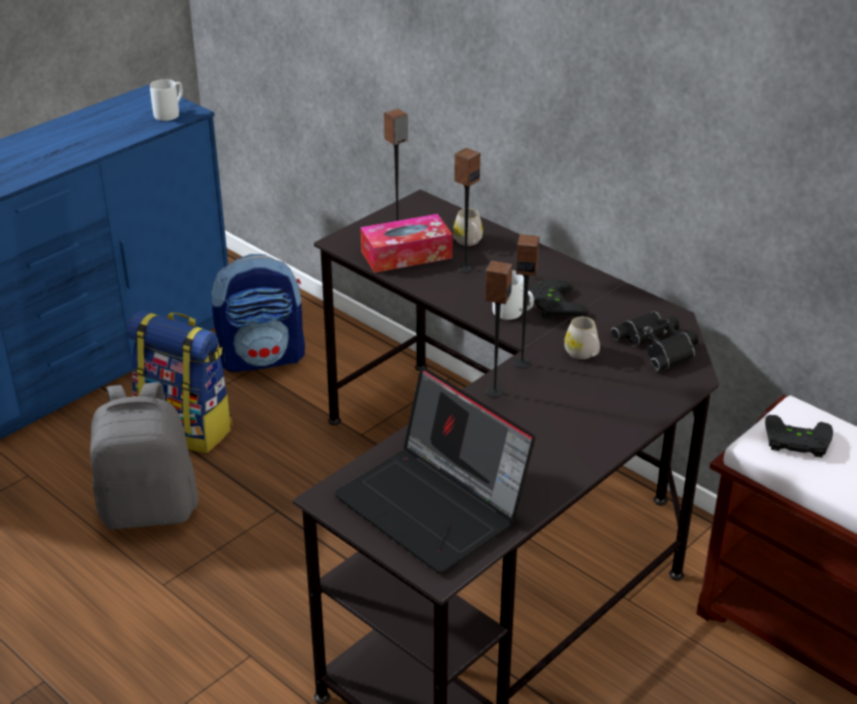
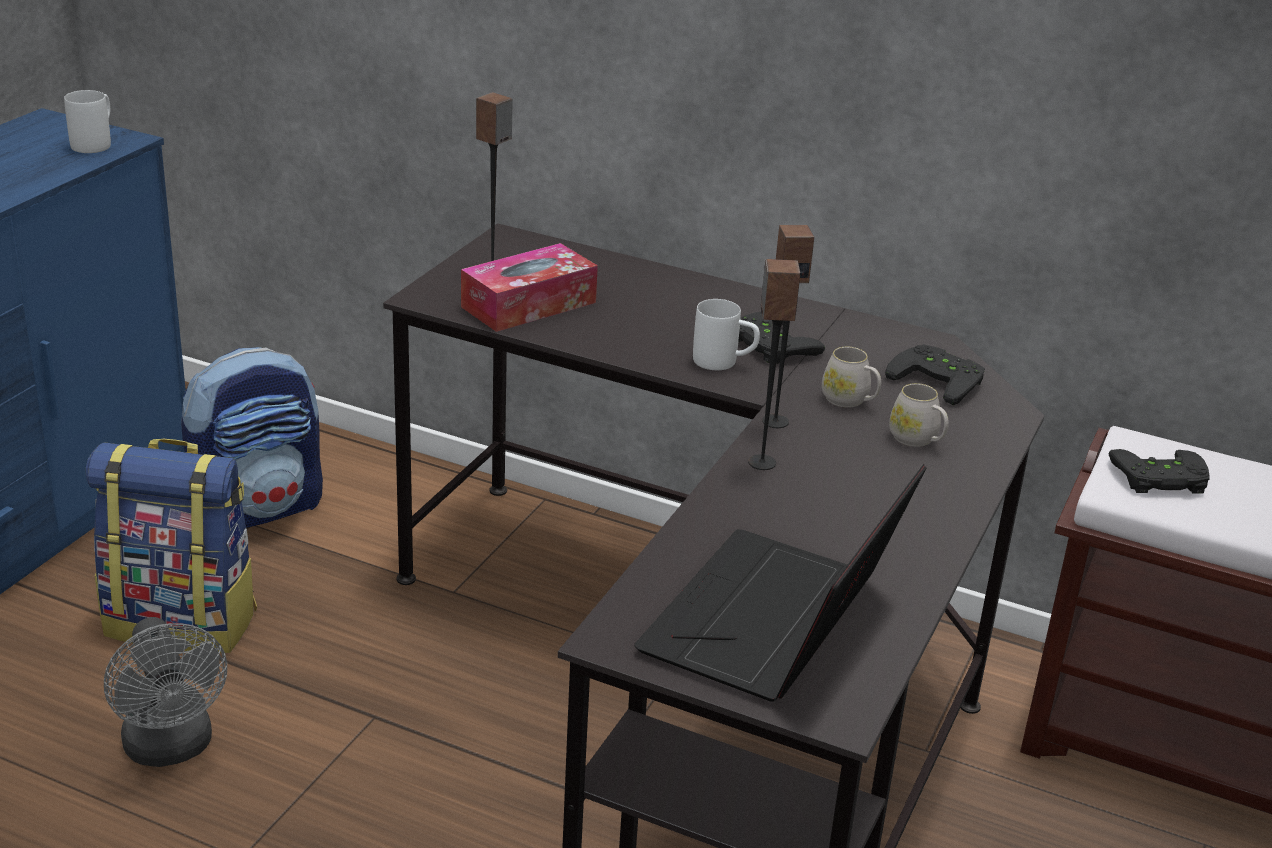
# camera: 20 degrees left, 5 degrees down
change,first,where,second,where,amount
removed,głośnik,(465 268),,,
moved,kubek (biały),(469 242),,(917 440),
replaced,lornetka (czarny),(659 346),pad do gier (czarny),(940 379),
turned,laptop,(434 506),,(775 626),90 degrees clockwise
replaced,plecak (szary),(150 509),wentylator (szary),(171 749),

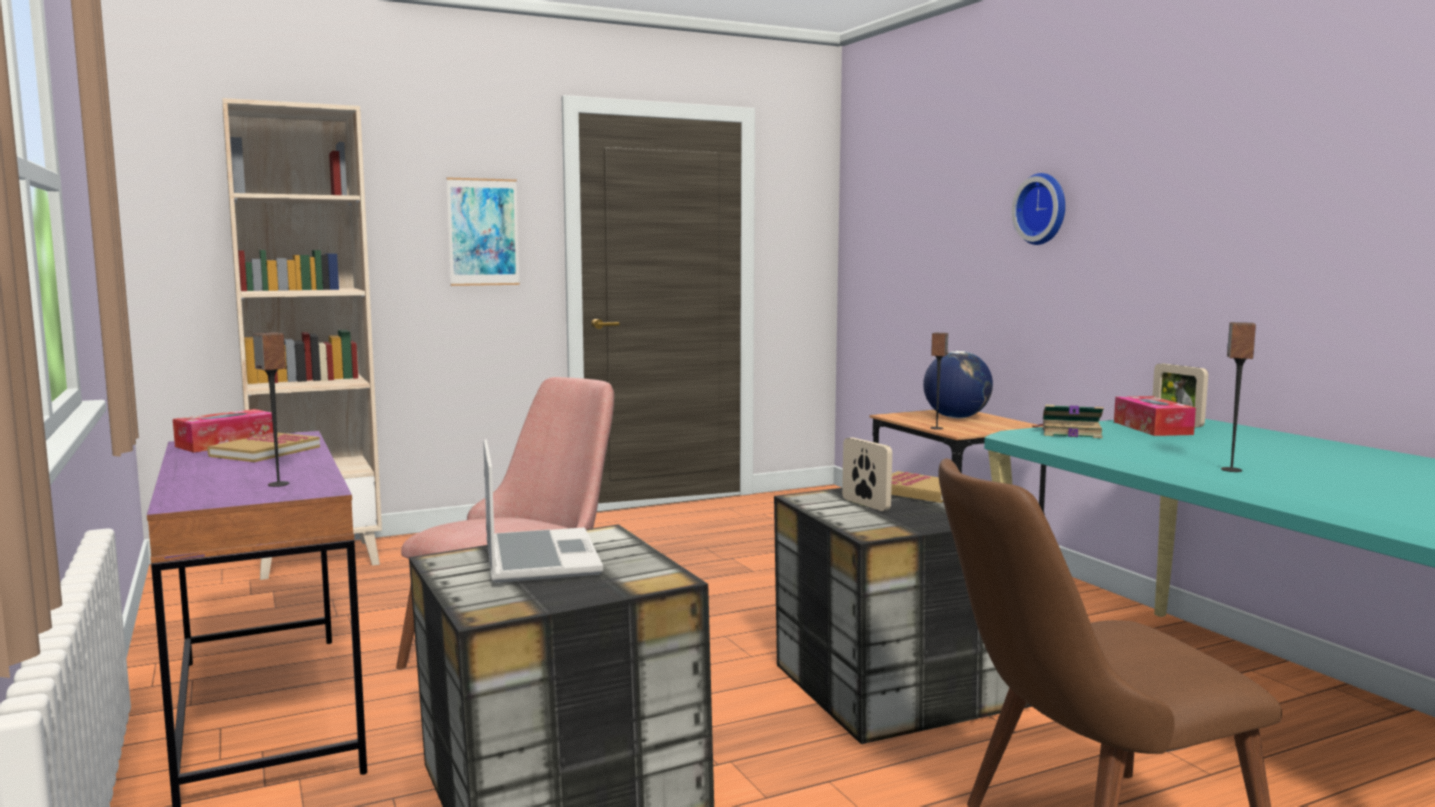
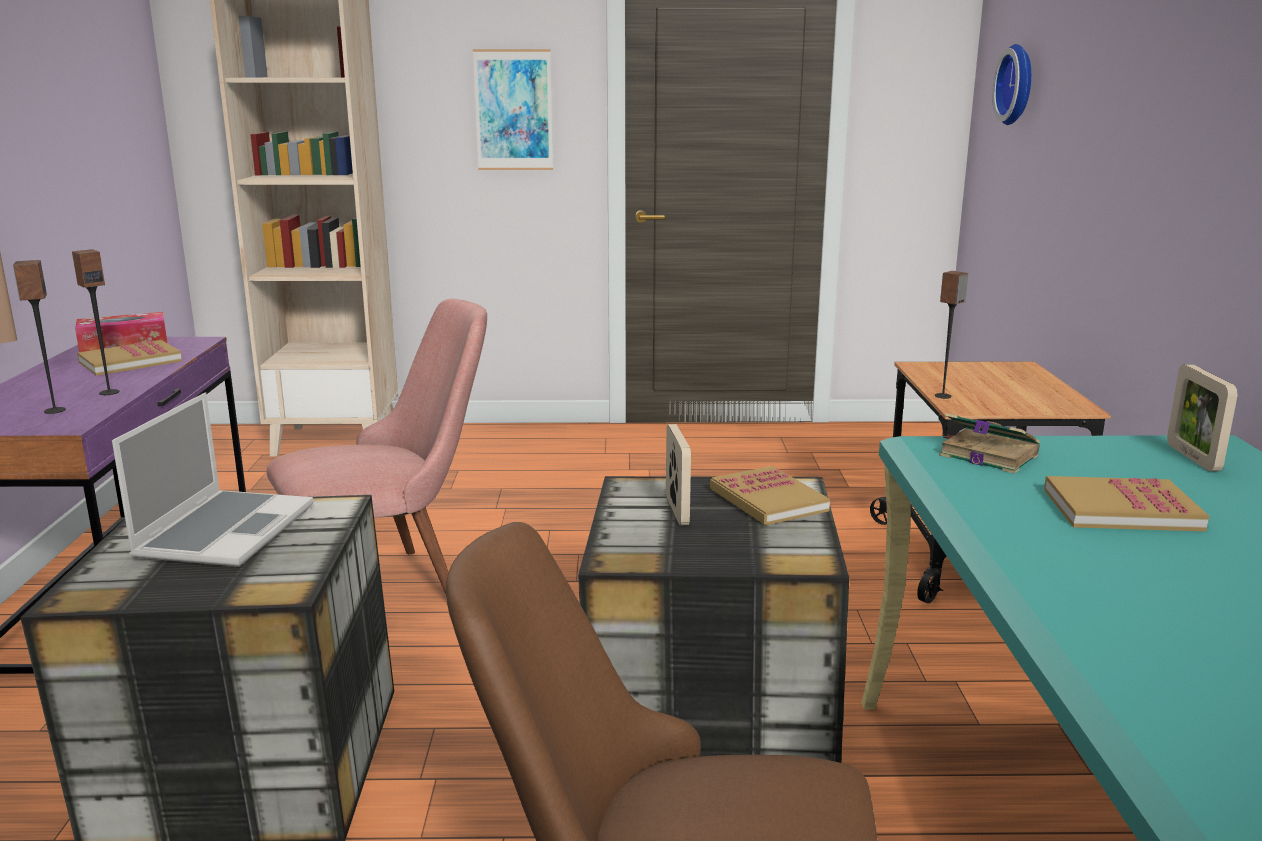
# camera: 25 degrees right, 10 degrees up
change,first,where,second,where,amount
moved,zegar ścienny,(1043 209),,(1019 85),
moved,głośnik,(1230 470),,(109 392),
removed,globus,(956 417),,,
removed,pudełko chusteczek,(1152 428),,,
added,,,książka,(1121 509),

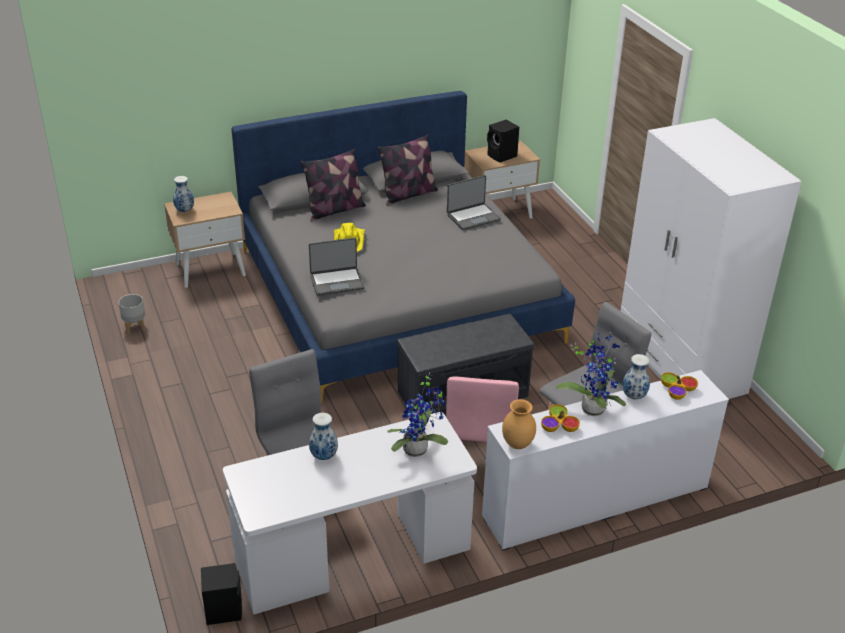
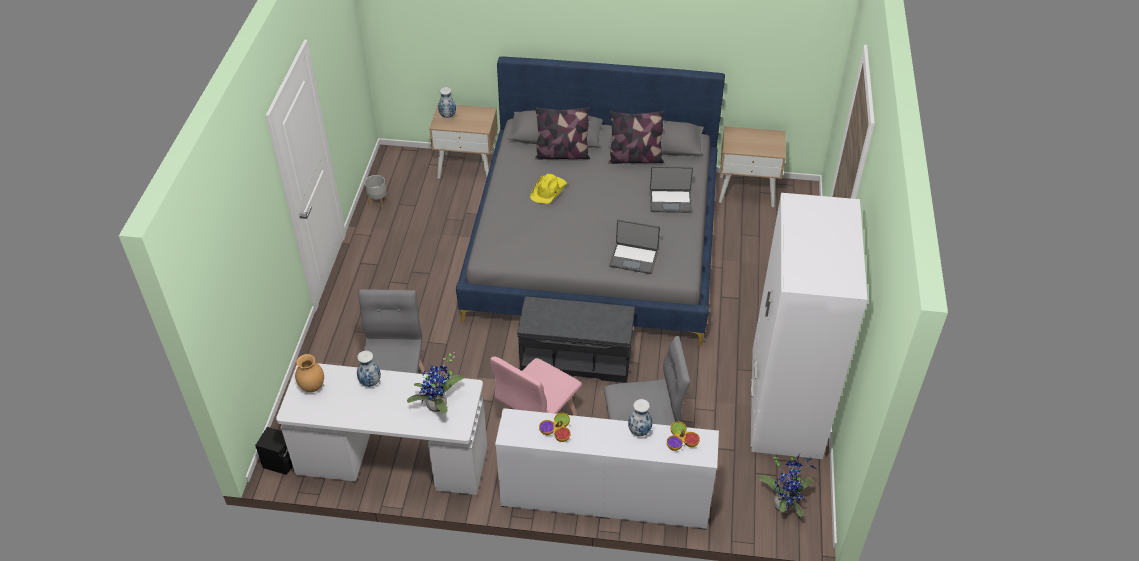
# camera: 30 degrees right, 10 degrees up
change,first,where,second,where,amount
removed,głośnik (czarny),(502 156),,,
moved,laptop,(337 282),,(634 258),
moved,roślina doniczkowa,(593 407),,(784 503),
moved,wazon (brązowy),(517 444),,(312 387),

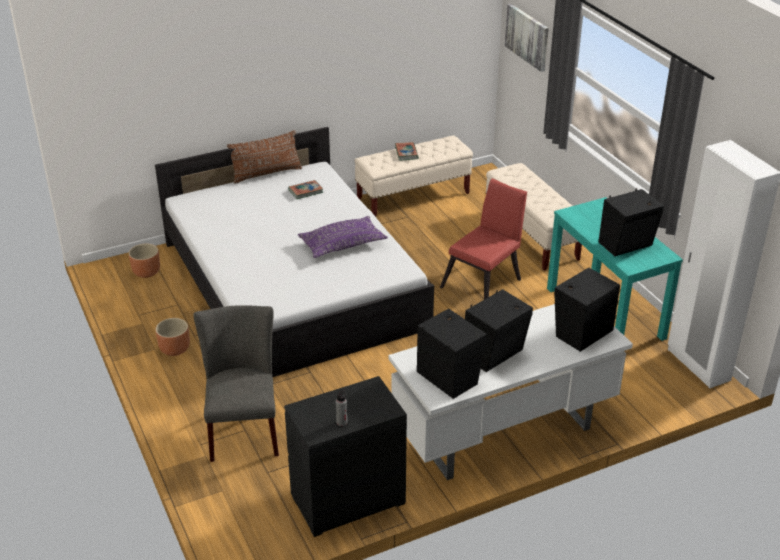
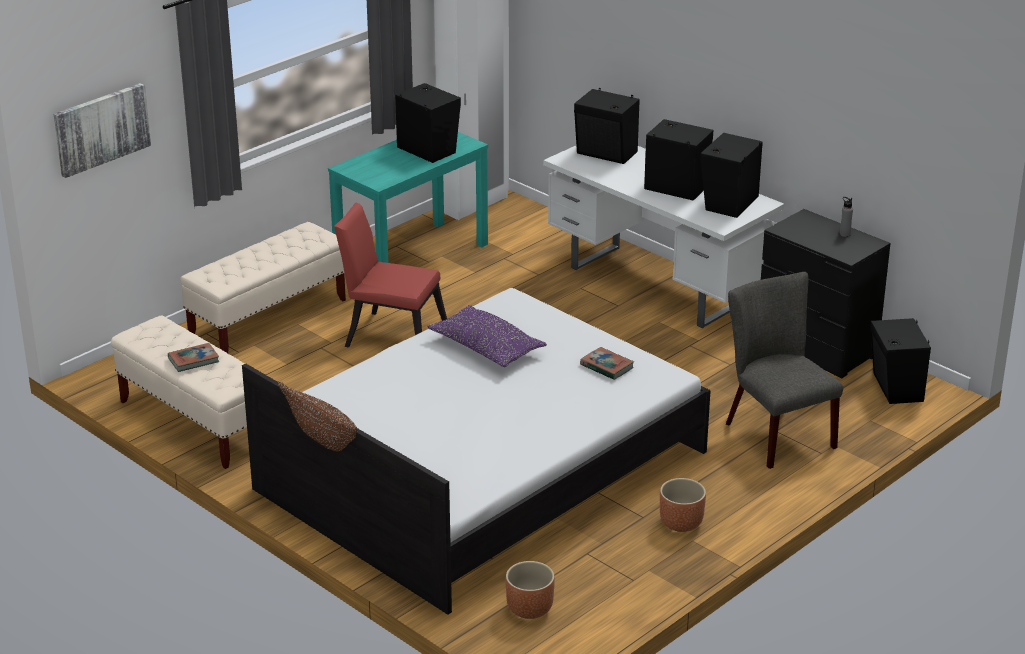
# camera: 110 degrees left, 5 degrees down
change,first,where,second,where,amount
moved,książka,(305 191),,(606 366),
turned,krzesło (szary),(243 428),,(774 432),90 degrees clockwise
added,,,głośnik (czarny),(895 388),

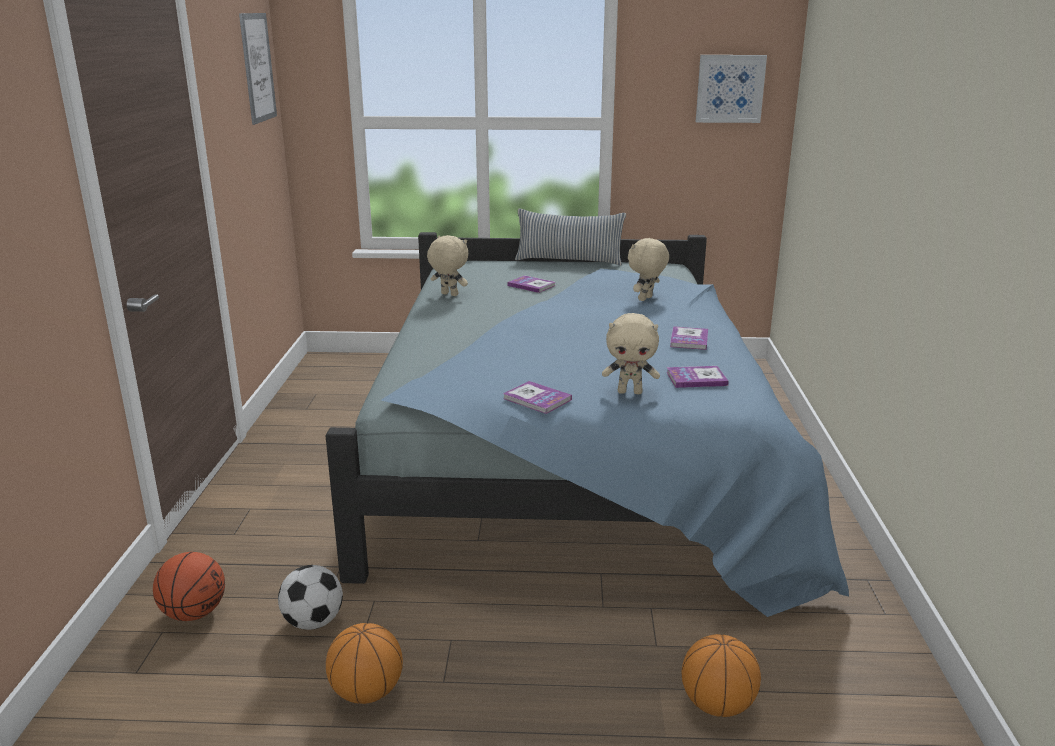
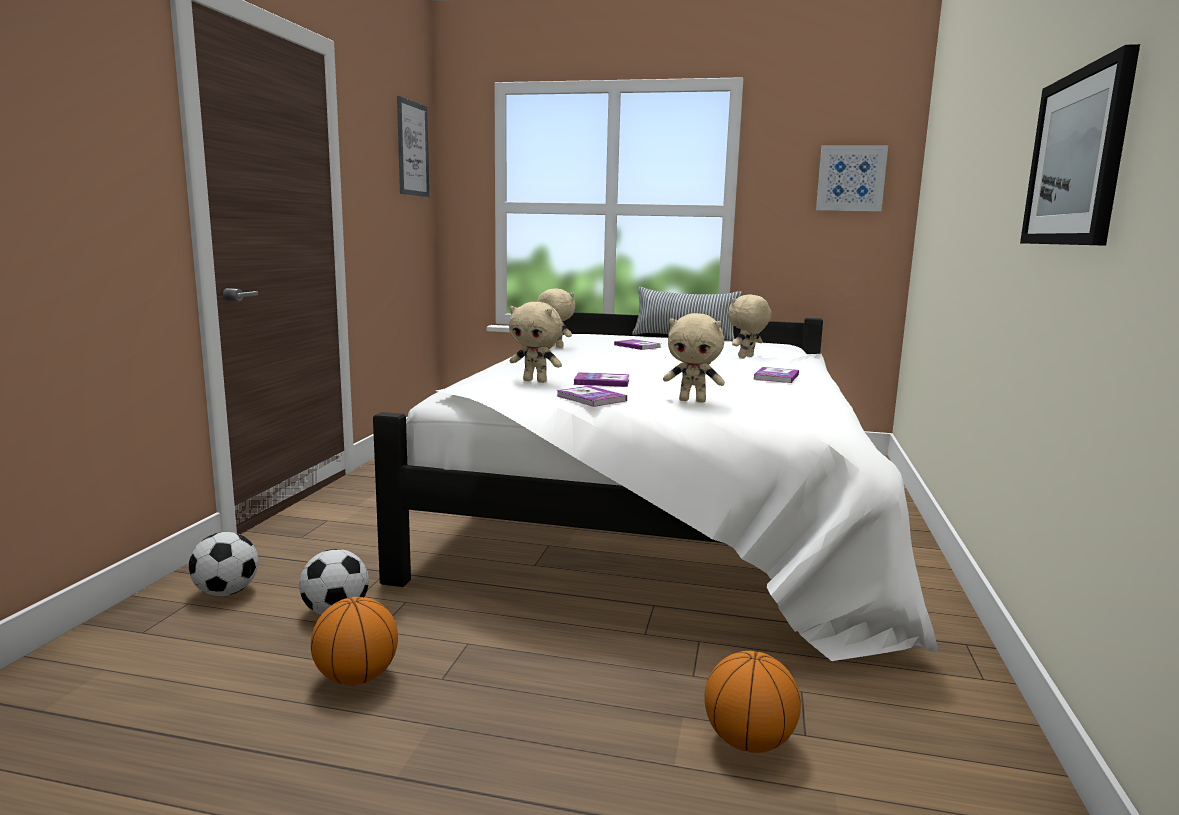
# camera: 10 degrees right, 10 degrees down
change,first,where,second,where,amount
recoloured,łóżko (niebieski),(574 457),łóżko (biały),(661 511),
moved,książka,(696 378),,(602 382),
replaced,piłka do koszykówki,(194 613),piłka futbolowa,(226 592),
added,,,obraz,(1077 159),
added,,,pluszak (beżowy),(536 381),

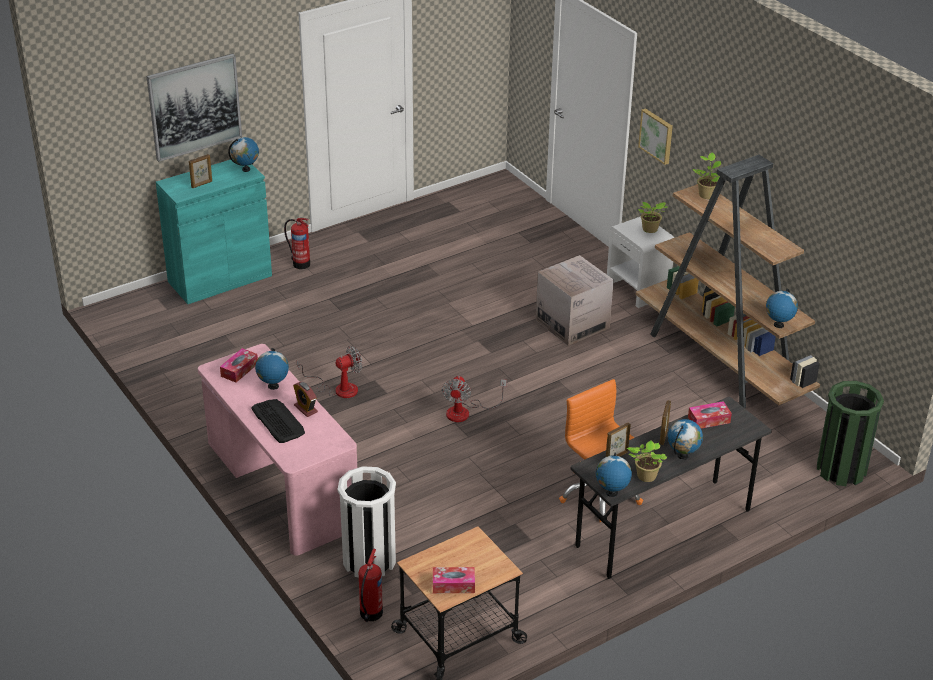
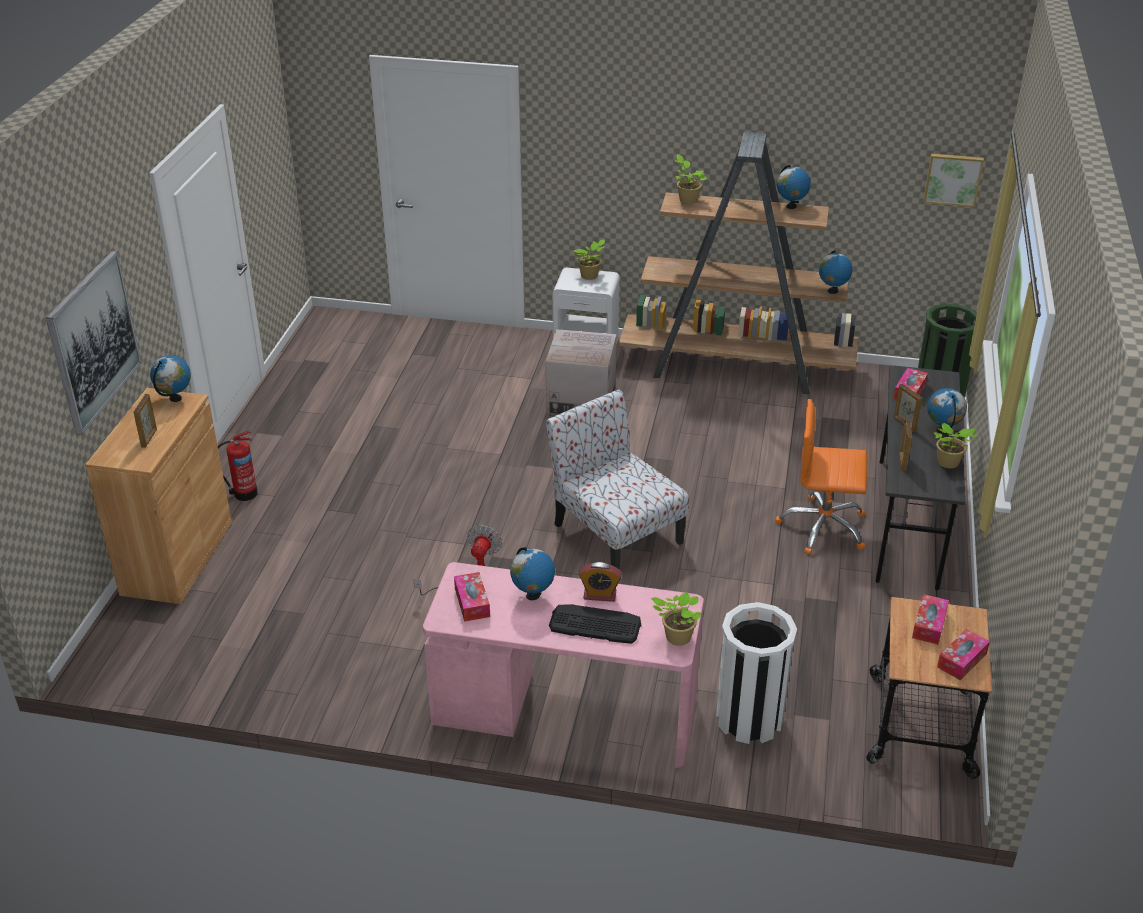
# camera: 45 degrees left, 0 degrees up
change,first,where,second,where,amount
moved,obraz,(657 136),,(953 179),
recoloured,szafka (turkusowy),(220 279),szafka (brązowy),(177 558),
replaced,wentylator,(465 412),krzesło,(615 532),
moved,globus,(611 493),,(791 206),
removed,gaśnica,(370 614),,,
added,,,roślina doniczkowa,(676 638),
added,,,pudełko chusteczek,(929 625),

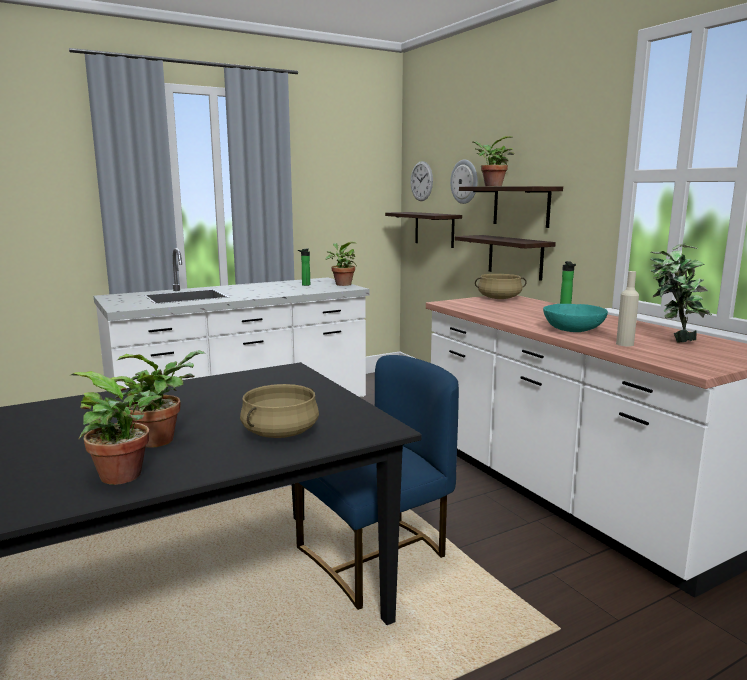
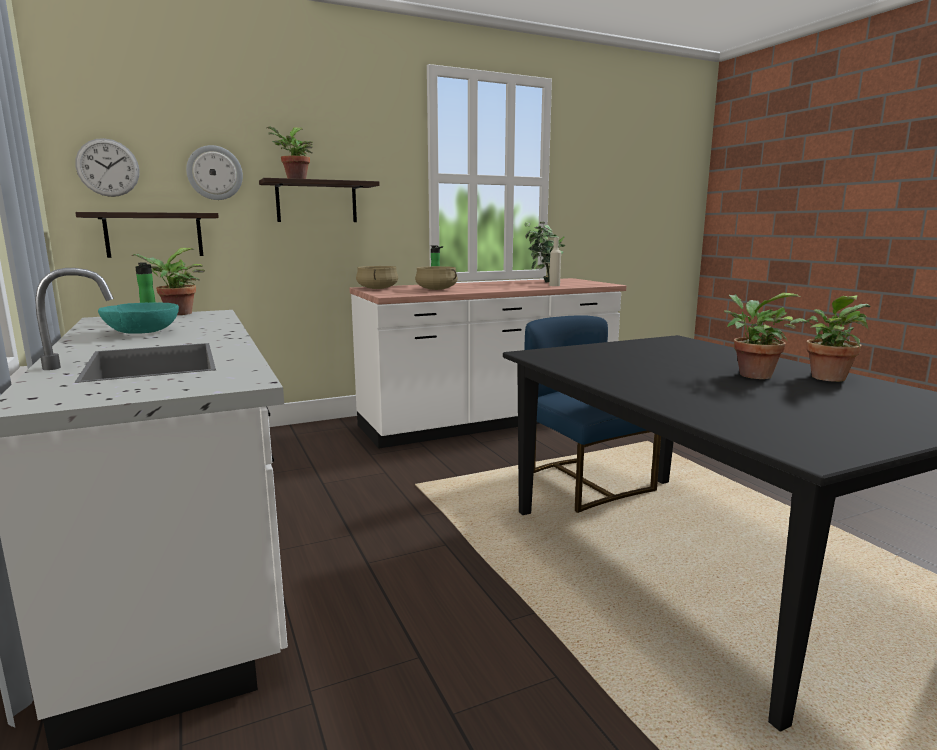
# camera: 85 degrees left, 0 degrees up
change,first,where,second,where,amount
removed,półka,(515 257),,,
moved,miska (turkusowy),(573 330),,(143 332),
moved,garnek (beżowy),(280 433),,(436 289),

